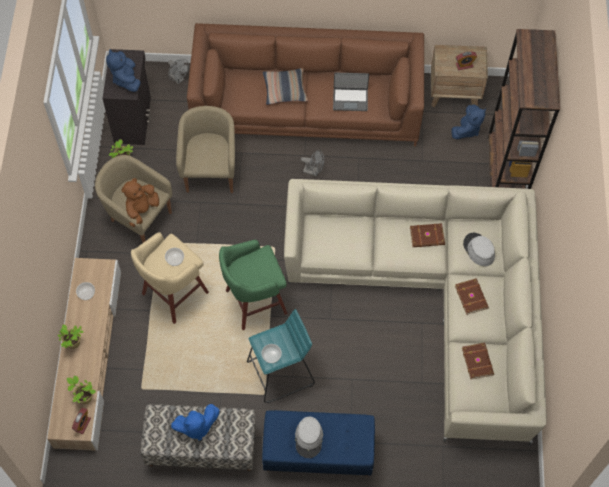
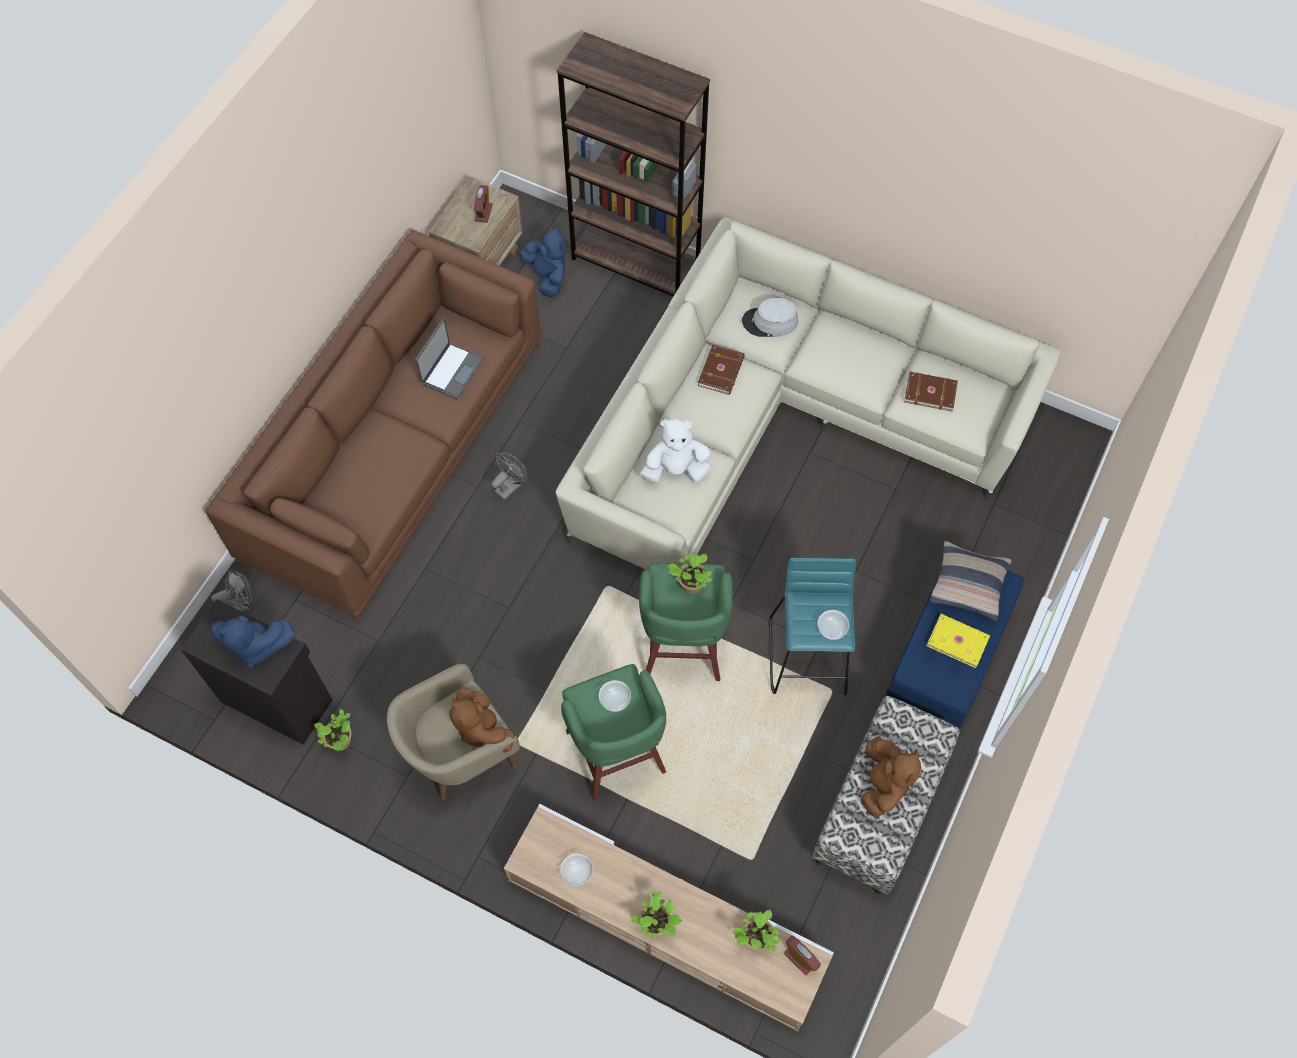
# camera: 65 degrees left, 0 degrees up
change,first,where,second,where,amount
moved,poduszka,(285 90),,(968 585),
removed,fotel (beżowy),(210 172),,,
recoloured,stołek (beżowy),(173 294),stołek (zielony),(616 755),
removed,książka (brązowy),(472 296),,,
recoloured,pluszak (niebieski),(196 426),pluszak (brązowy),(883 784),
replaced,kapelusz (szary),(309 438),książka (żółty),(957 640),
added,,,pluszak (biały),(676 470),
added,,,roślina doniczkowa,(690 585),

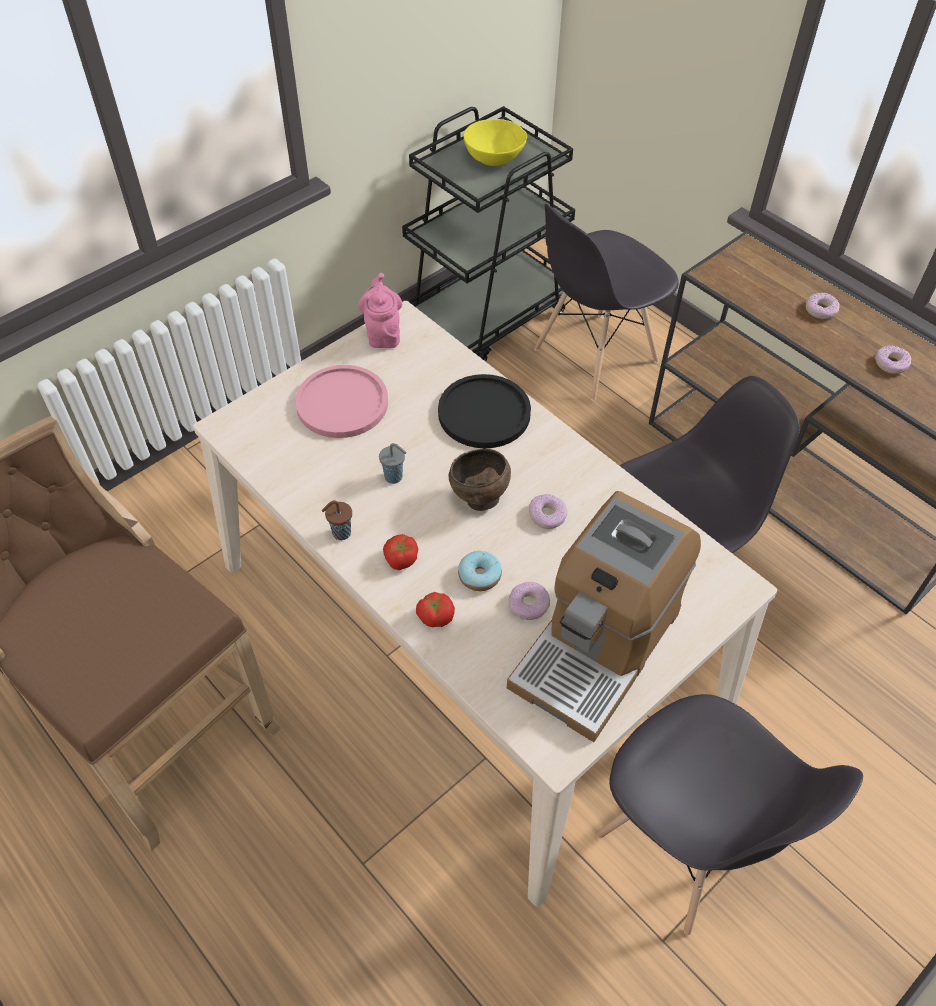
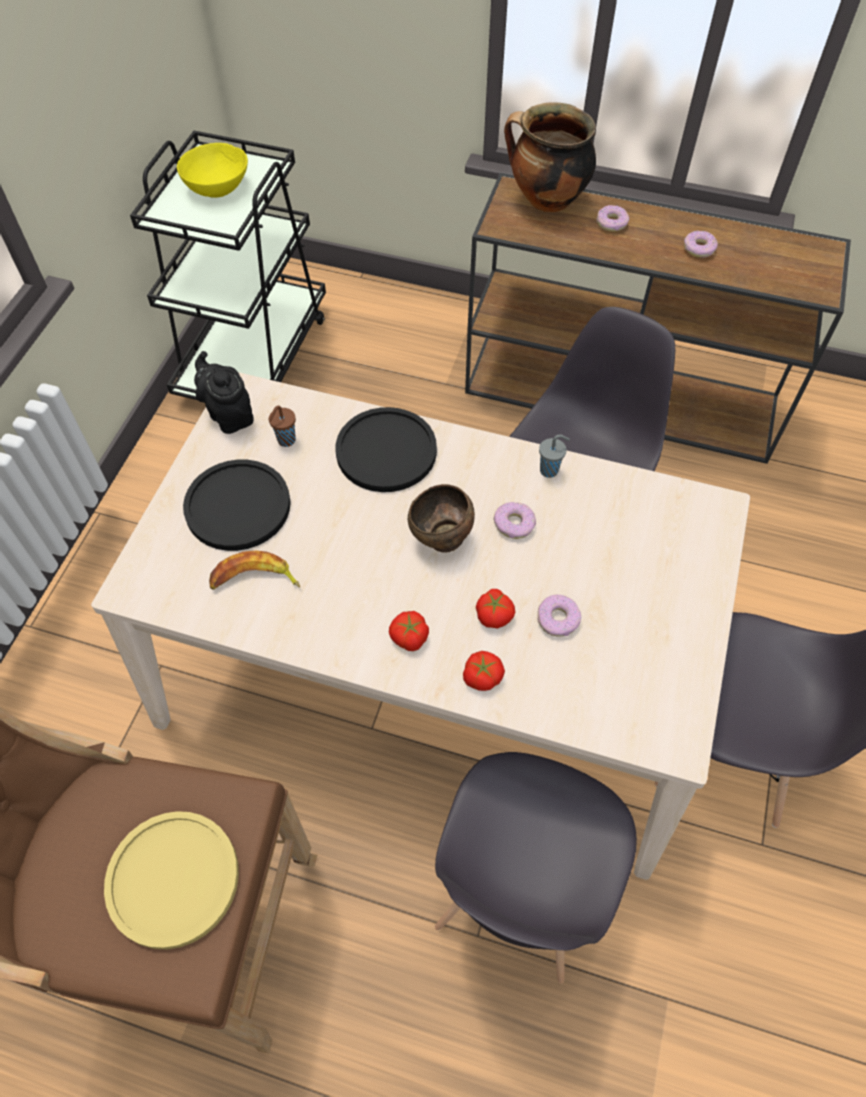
# camera: 30 degrees left, 5 degrees up
change,first,where,second,where,amount
moved,krzesło (szary),(594 356),,(518 893),
recoloured,imbryk (różowy),(383 333),imbryk (czarny),(229 415),
recoloured,talerz (różowy),(342 403),talerz (czarny),(238 506),
moved,filiżanka (szary),(394 477),,(550 470),
removed,ekspres do kawy,(597 647),,,
moved,filiżanka (brązowy),(340 533),,(285 441),
replaced,donut,(479 576),pomidor,(494 615),
added,,,garnek,(546 201),
added,,,banan,(254 580),
added,,,talerz (żółty),(173 879),

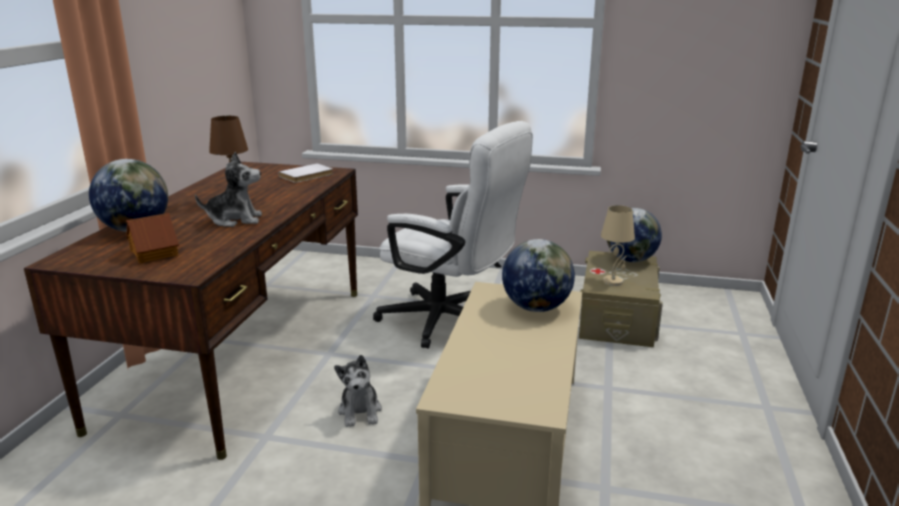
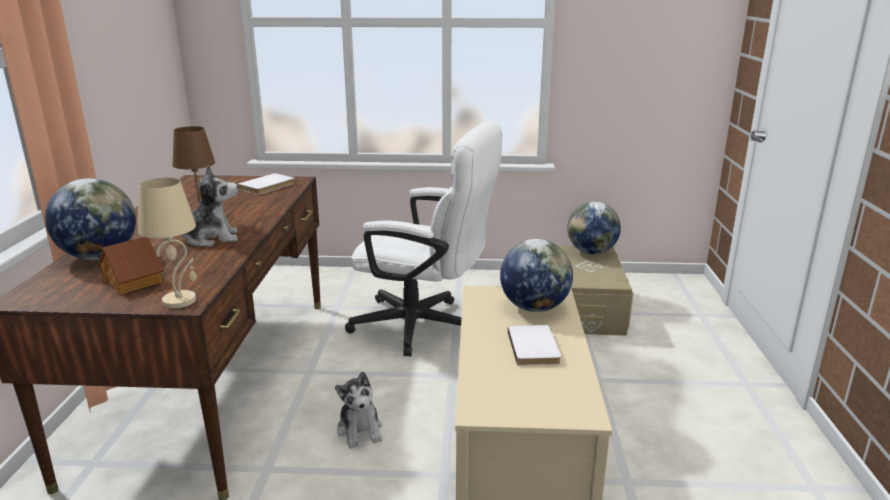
# camera: 10 degrees left, 0 degrees up
change,first,where,second,where,amount
moved,lampa stołowa (beżowy),(613 281),,(180 300),
added,,,książka (biały),(535 347),

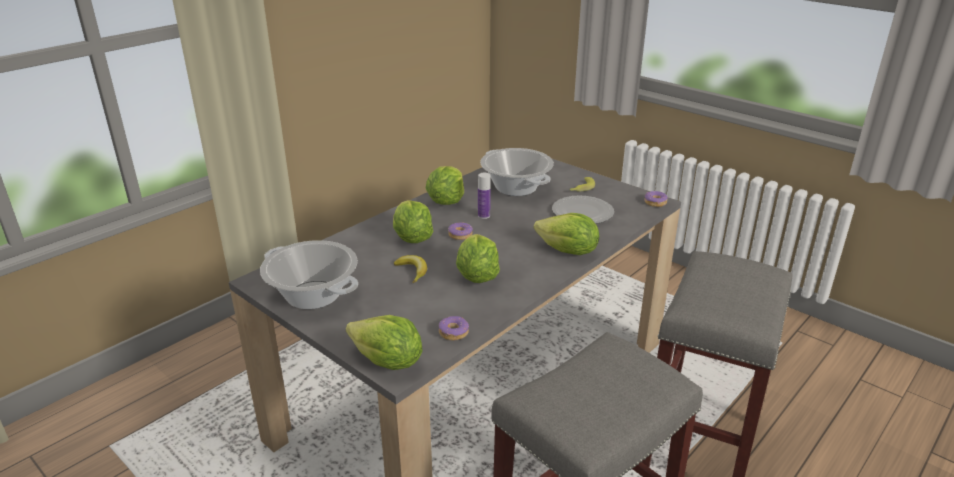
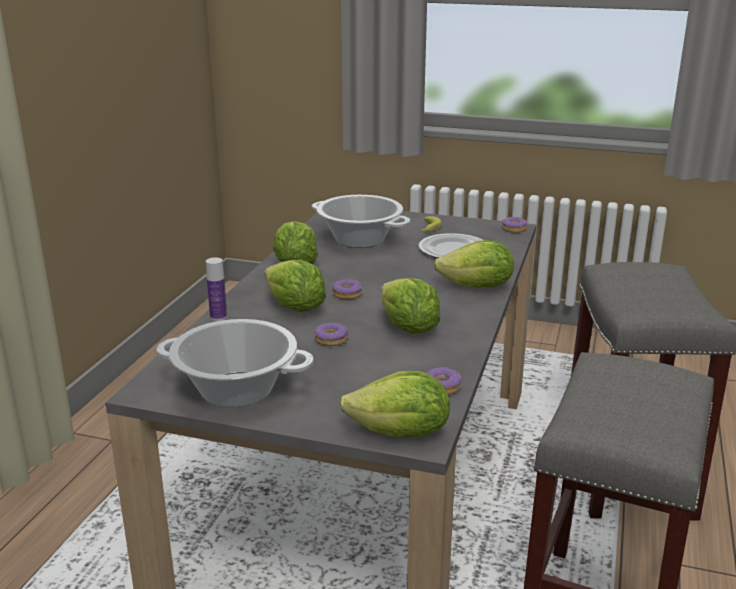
# camera: 25 degrees left, 5 degrees down
change,first,where,second,where,amount
moved,butelka,(484 215),,(218 316),
replaced,banan,(412 271),donut,(331 340),

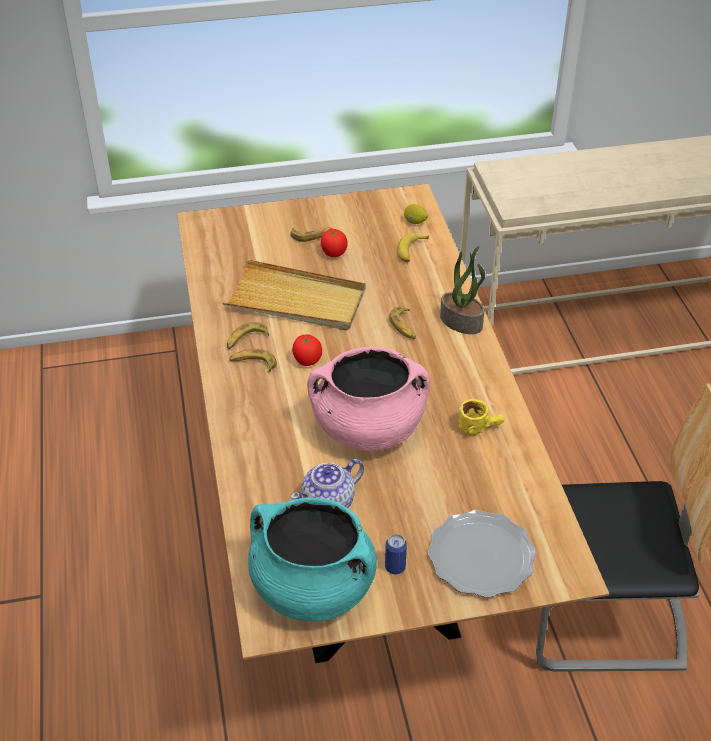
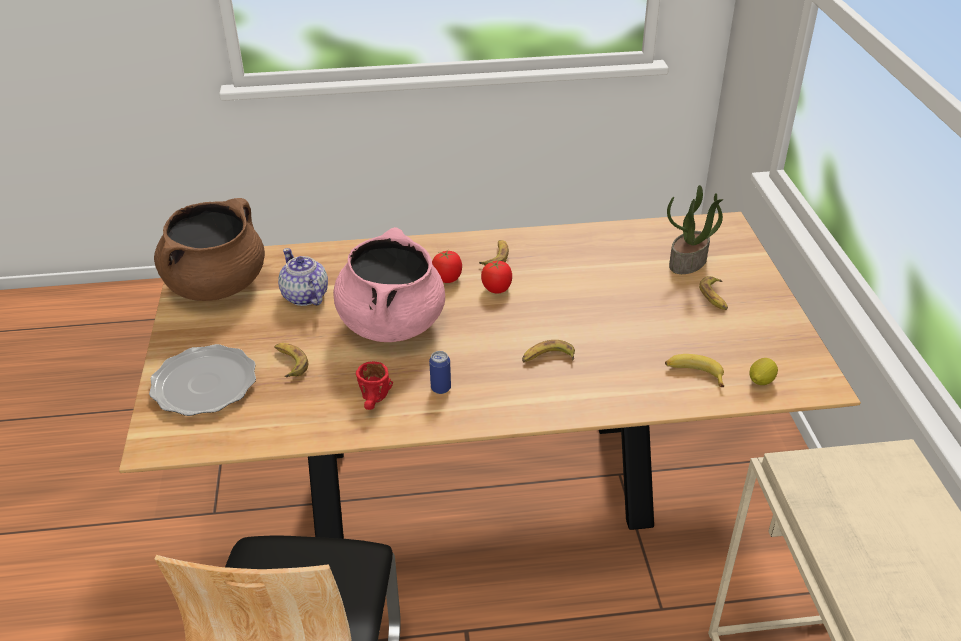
# camera: 95 degrees right, 5 degrees down
change,first,where,second,where,amount
moved,pomidor,(333 253),,(447 278),
moved,roślina doniczkowa,(462 322),,(688 263),
removed,taca (beżowy),(296 300),,,
moved,banan,(246 340),,(289 363),
recoloured,kubek (żółty),(480 427),kubek (czerwony),(375 401),
recoloured,garnek (turkusowy),(312 588),garnek (brązowy),(217 285),
moved,puszka,(395 567),,(441 388),

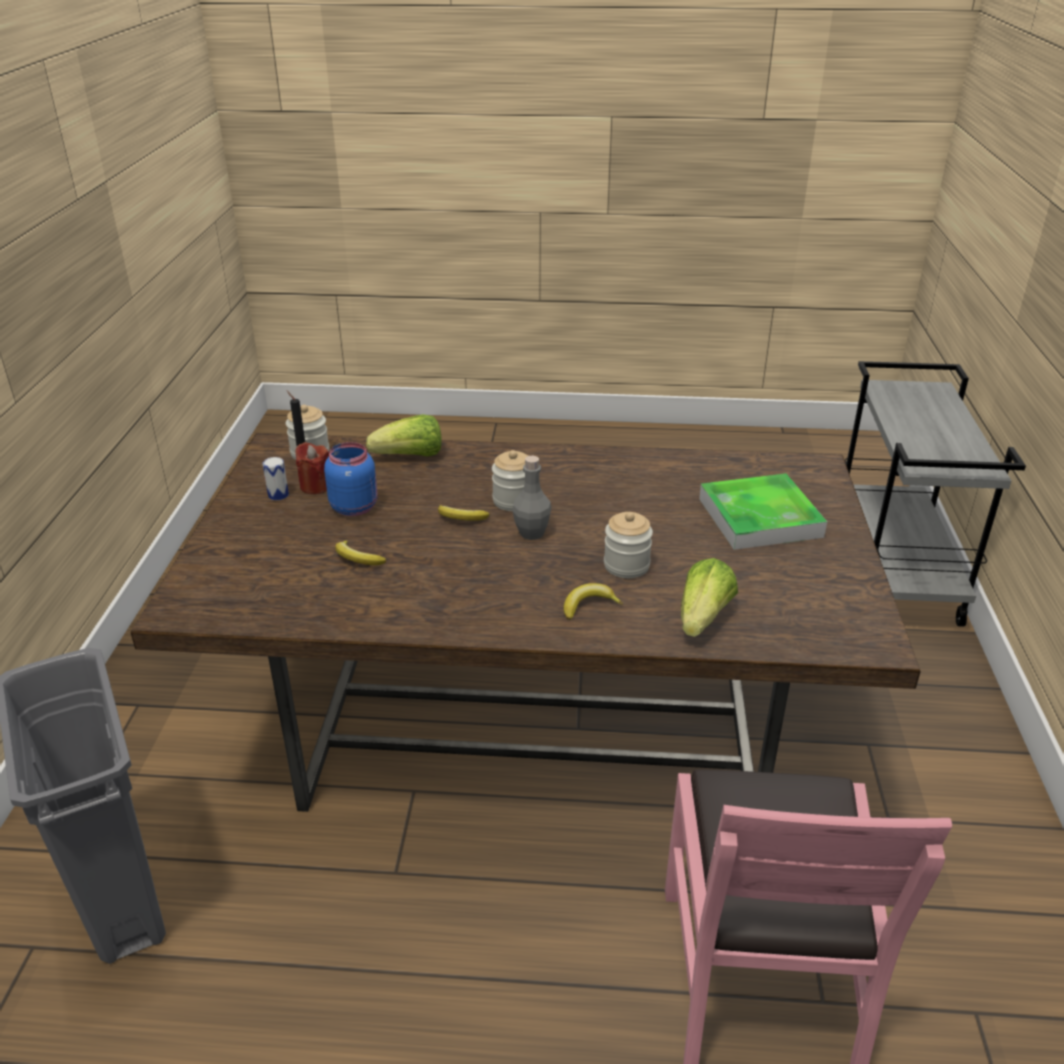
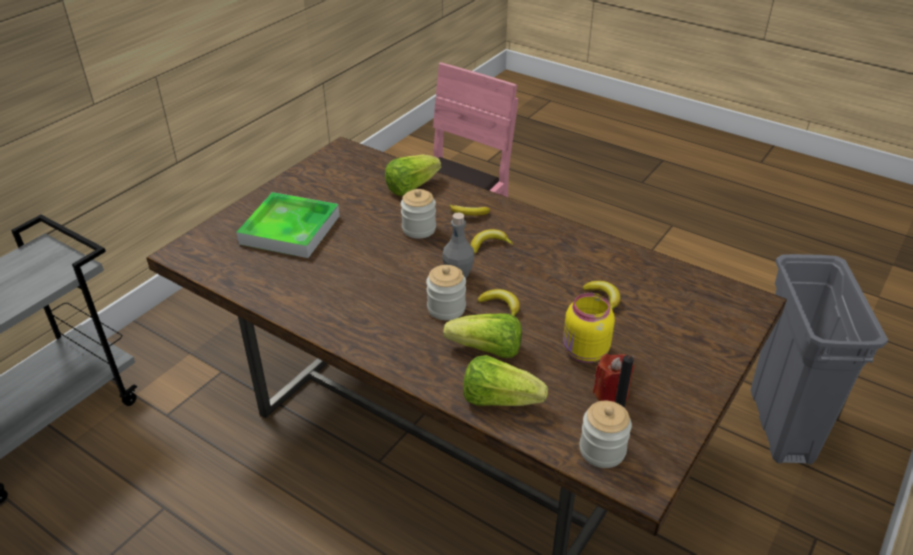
# camera: 150 degrees left, 5 degrees up
change,first,where,second,where,amount
recoloured,słoik (niebieski),(355 507),słoik (żółty),(584 352),
removed,puszka,(278 495),,,
added,,,banan,(489 245),
added,,,sałata,(487 350),

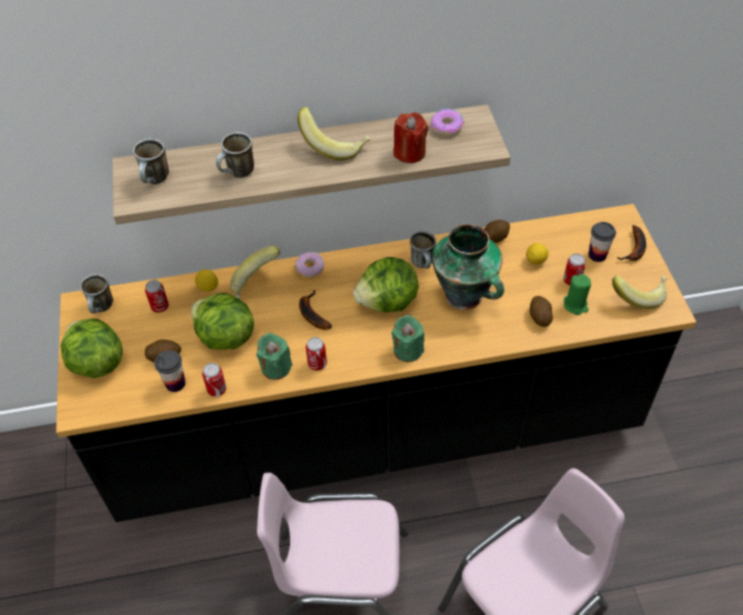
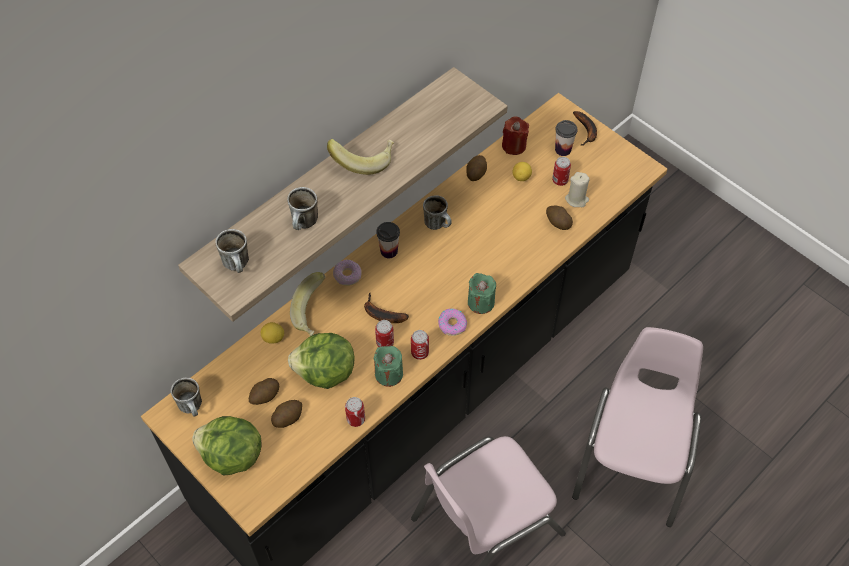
# camera: 35 degrees left, 5 degrees up
change,first,where,second,where,amount
moved,donut,(447 126),,(452 324),
moved,świeca (czerwony),(409 152),,(514 146),
removed,wazon,(465 297),,,
removed,sałata,(388 303),,,
recoloured,świeca (zielony),(575 305),świeca (beżowy),(576 199),
removed,banan,(638 295),,,
moved,puszka,(160 307),,(385 343),
moved,filiżanka,(175 383),,(389 251),
added,,,ziemniak,(265 396),

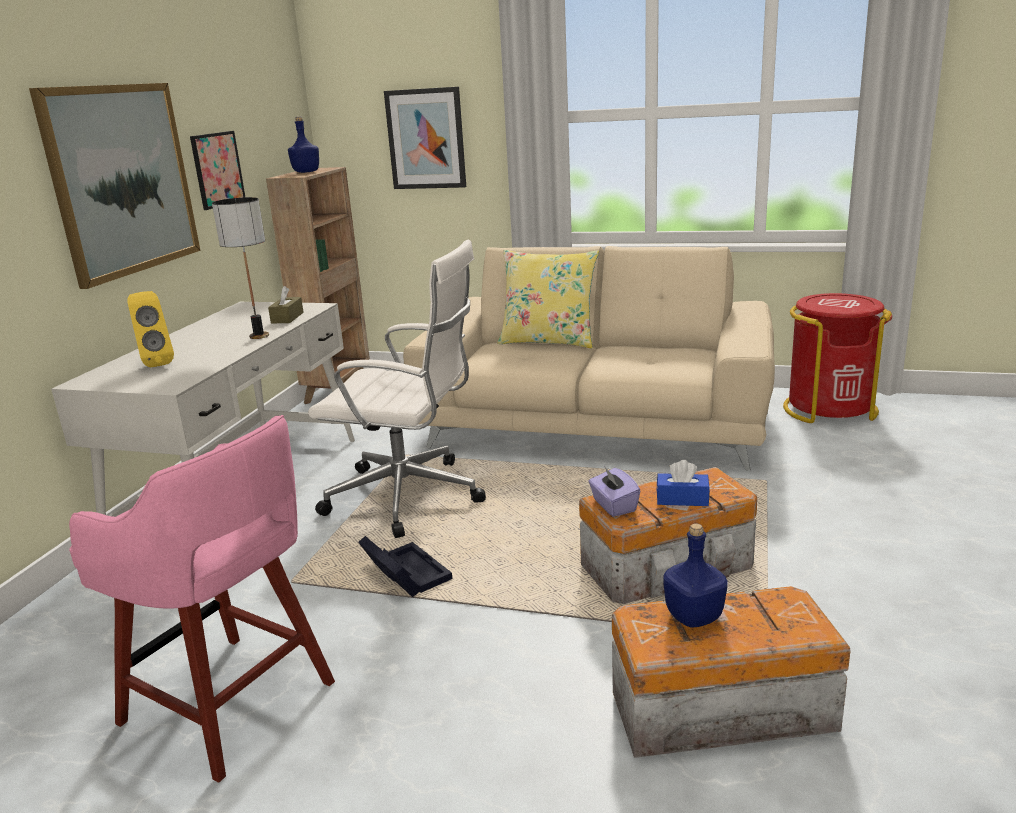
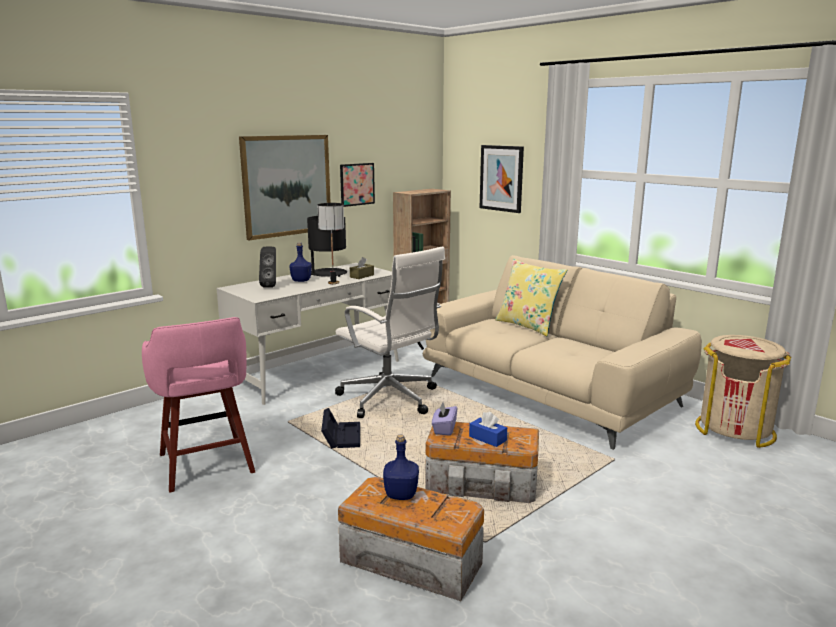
# camera: 30 degrees right, 5 degrees down
change,first,where,second,where,amount
moved,butelka (niebieski),(305 172),,(300 280),
recoloured,głośnik (żółty),(156 363),głośnik (czarny),(271 286),
recoloured,kosz na śmieci (czerwony),(829 409),kosz na śmieci (beżowy),(735 430),
added,,,lampa stołowa (czarny),(328 273),

